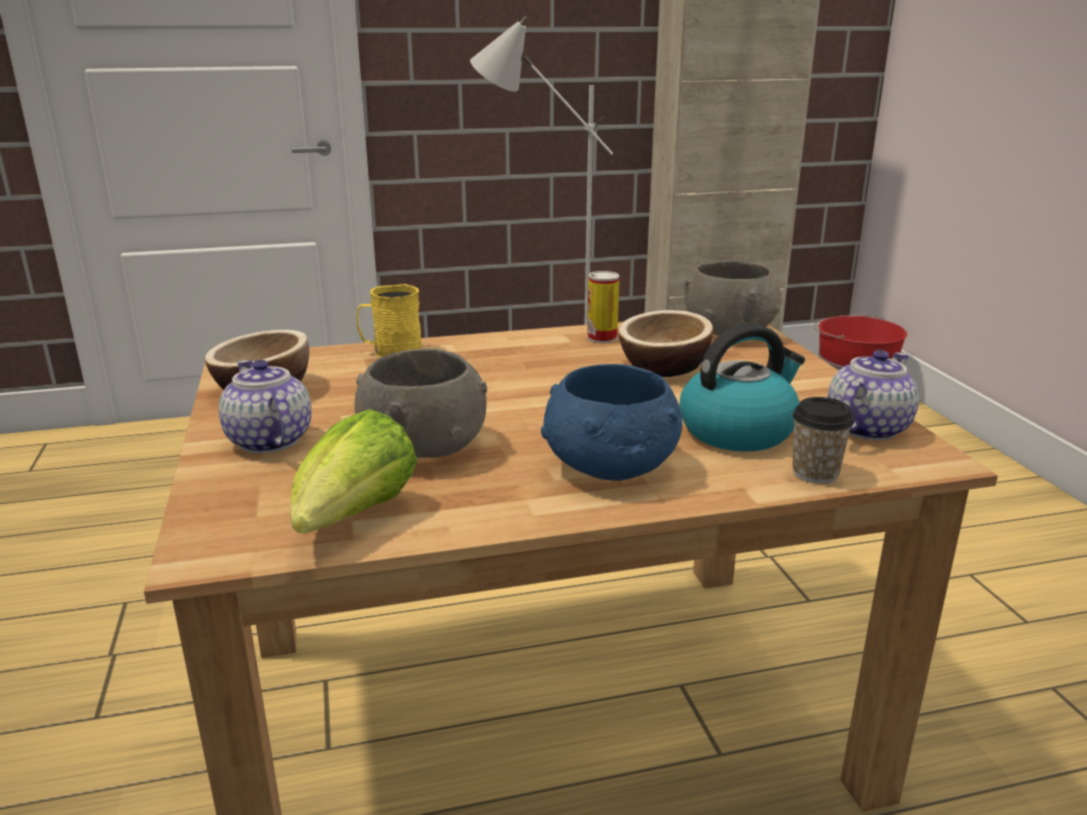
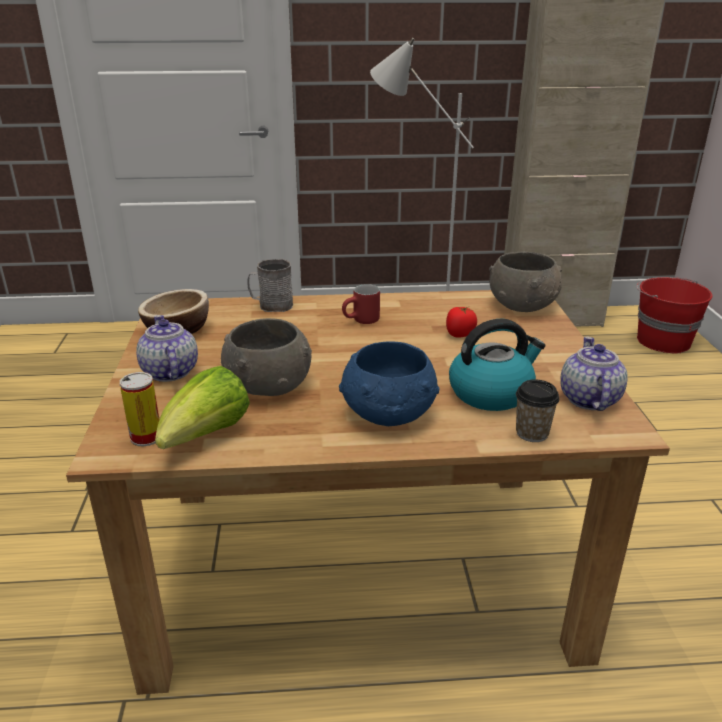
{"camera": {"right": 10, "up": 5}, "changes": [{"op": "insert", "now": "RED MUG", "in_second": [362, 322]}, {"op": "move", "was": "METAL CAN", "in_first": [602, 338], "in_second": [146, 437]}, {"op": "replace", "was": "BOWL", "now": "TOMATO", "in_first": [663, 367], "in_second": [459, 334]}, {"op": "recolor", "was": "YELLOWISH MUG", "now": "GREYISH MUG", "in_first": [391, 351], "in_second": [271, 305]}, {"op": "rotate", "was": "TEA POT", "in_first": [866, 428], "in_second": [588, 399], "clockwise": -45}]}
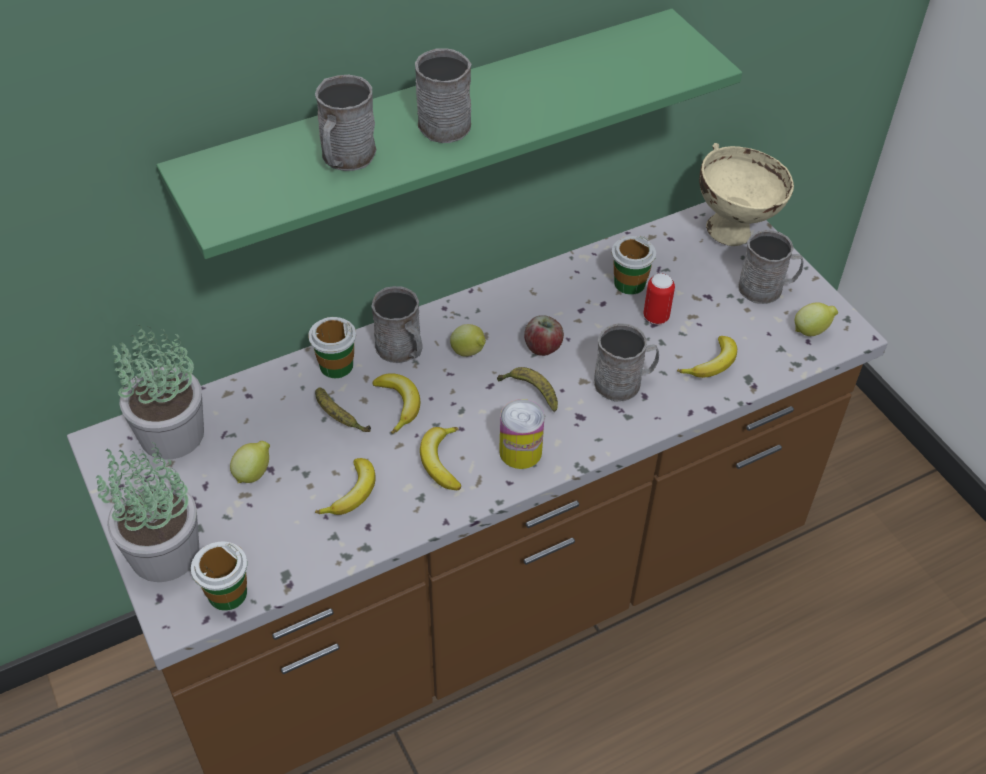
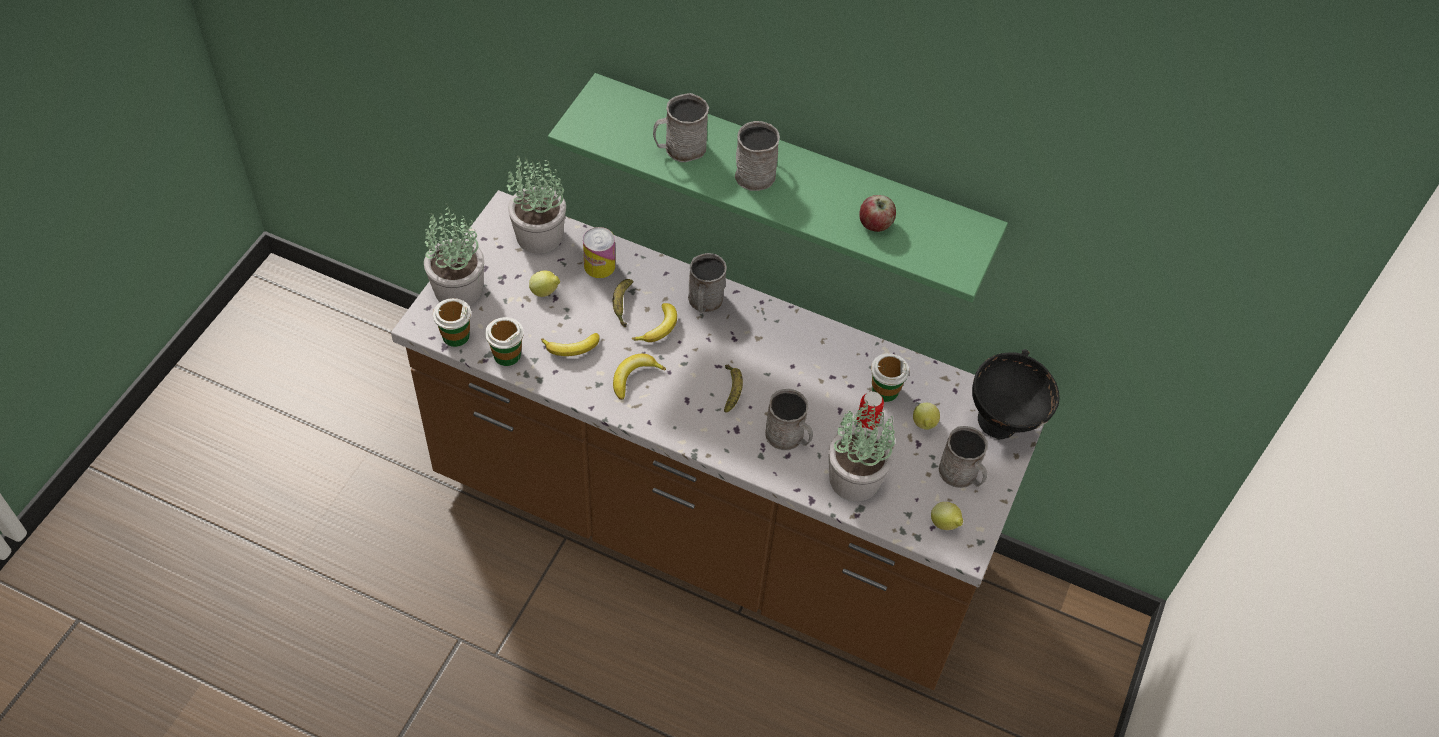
{"camera": {"right": 50, "up": 5}, "changes": [{"op": "move", "was": "DRINKING CUP", "in_first": [336, 365], "in_second": [507, 354]}, {"op": "move", "was": "CITRUS FRUIT", "in_first": [469, 353], "in_second": [924, 425]}, {"op": "move", "was": "METAL CAN", "in_first": [520, 451], "in_second": [599, 266]}, {"op": "move", "was": "APPLE FRUIT", "in_first": [543, 347], "in_second": [875, 224]}, {"op": "replace", "was": "WHOLE BANANA", "now": "POTTED PLANT", "in_first": [712, 364], "in_second": [853, 480]}, {"op": "recolor", "was": "BEIGE BOWL", "now": "BLACKISH BOWL", "in_first": [733, 231], "in_second": [1002, 425]}]}
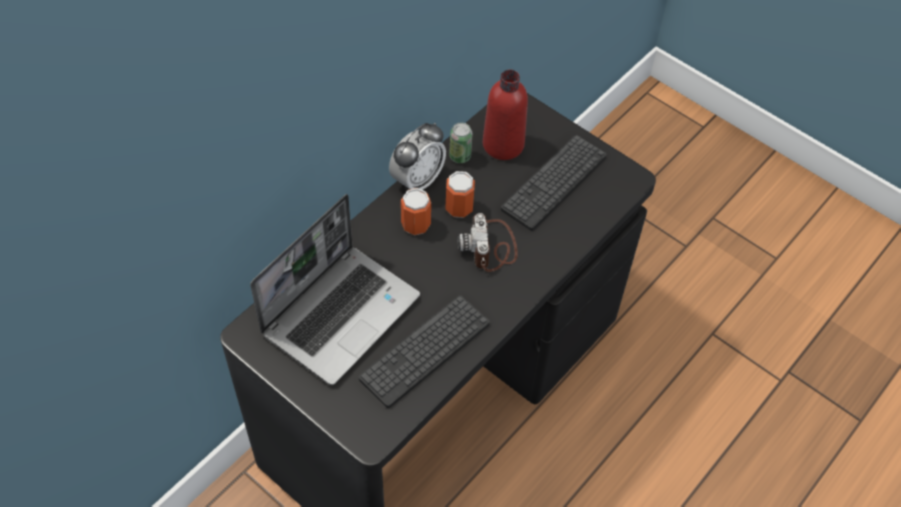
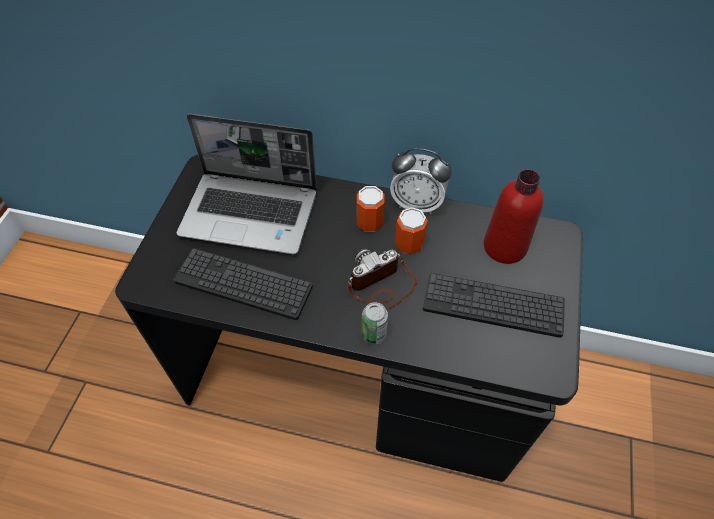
{"camera": {"right": 65, "up": 0}, "changes": [{"op": "move", "was": "METAL CAN", "in_first": [460, 156], "in_second": [373, 334]}]}
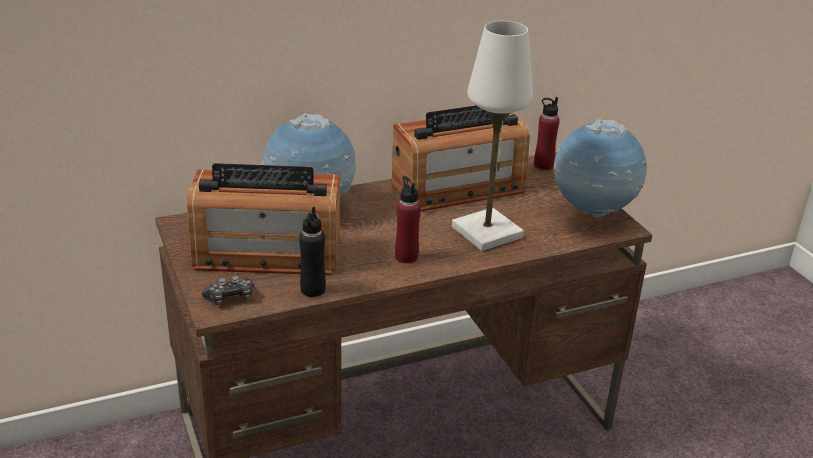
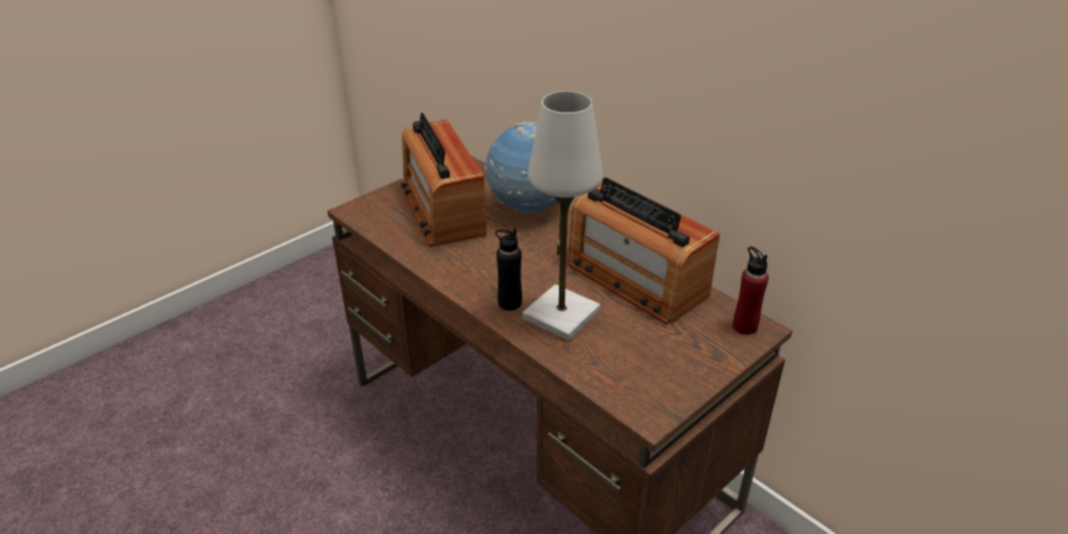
{"camera": {"right": 70, "up": 5}, "changes": [{"op": "delete", "was": "GAMEPAD", "in_first": [230, 298]}, {"op": "delete", "was": "RED BEVERAGE BOTTLE", "in_first": [406, 257]}, {"op": "delete", "was": "DESK GLOBE", "in_first": [592, 212]}, {"op": "move", "was": "BLACKISH BEVERAGE BOTTLE", "in_first": [312, 290], "in_second": [509, 303]}]}
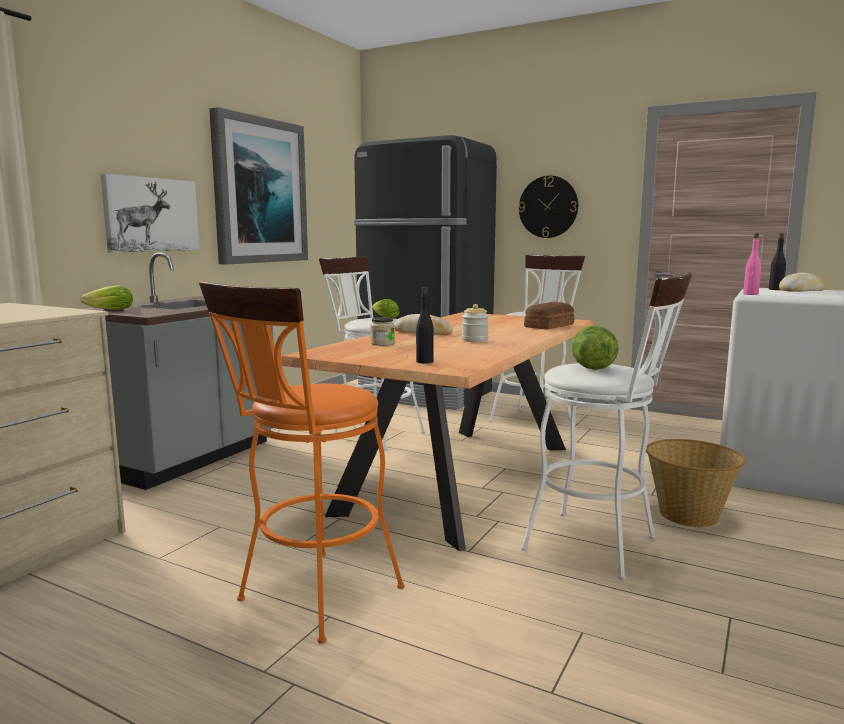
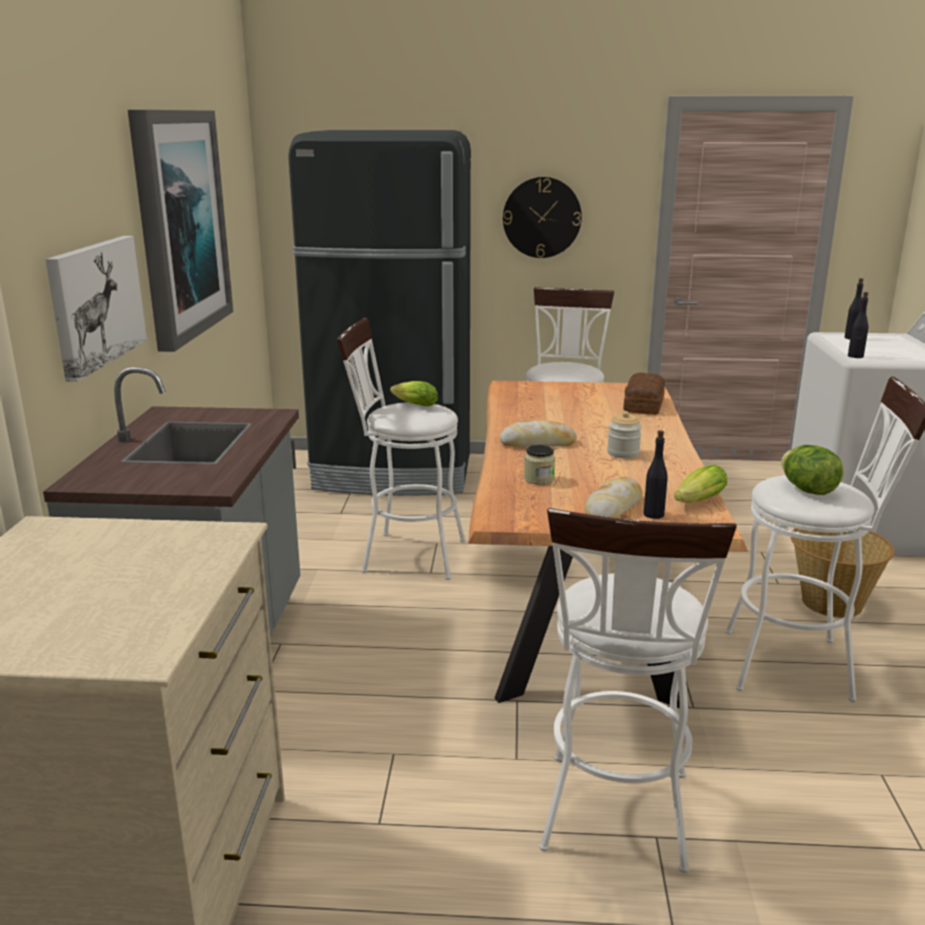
{"camera": {"right": -25, "up": 10}, "changes": [{"op": "move", "was": "LETTUCE HEAD", "in_first": [107, 310], "in_second": [696, 502]}, {"op": "move", "was": "BREAD", "in_first": [801, 291], "in_second": [613, 508]}, {"op": "recolor", "was": "ORANGEY STOOL", "now": "WHITE-COLOURED STOOL", "in_first": [312, 599], "in_second": [616, 821]}, {"op": "recolor", "was": "PINK-COLOURED BEVERAGE BOTTLE", "now": "BLACKISH BEVERAGE BOTTLE", "in_first": [750, 294], "in_second": [855, 356]}]}
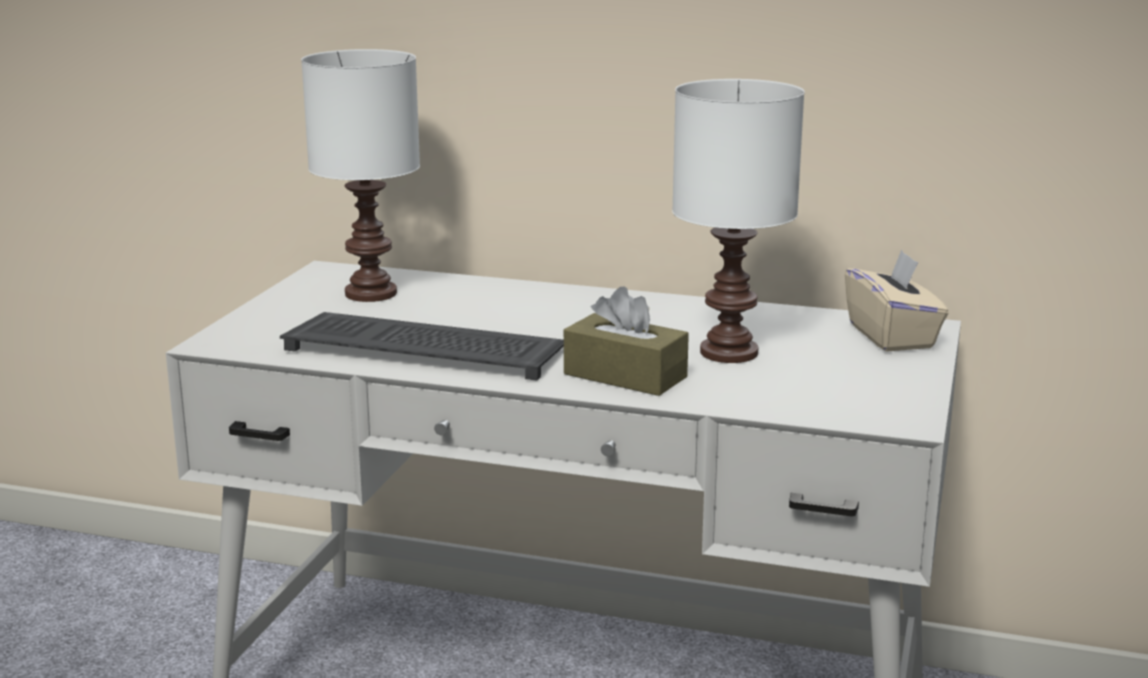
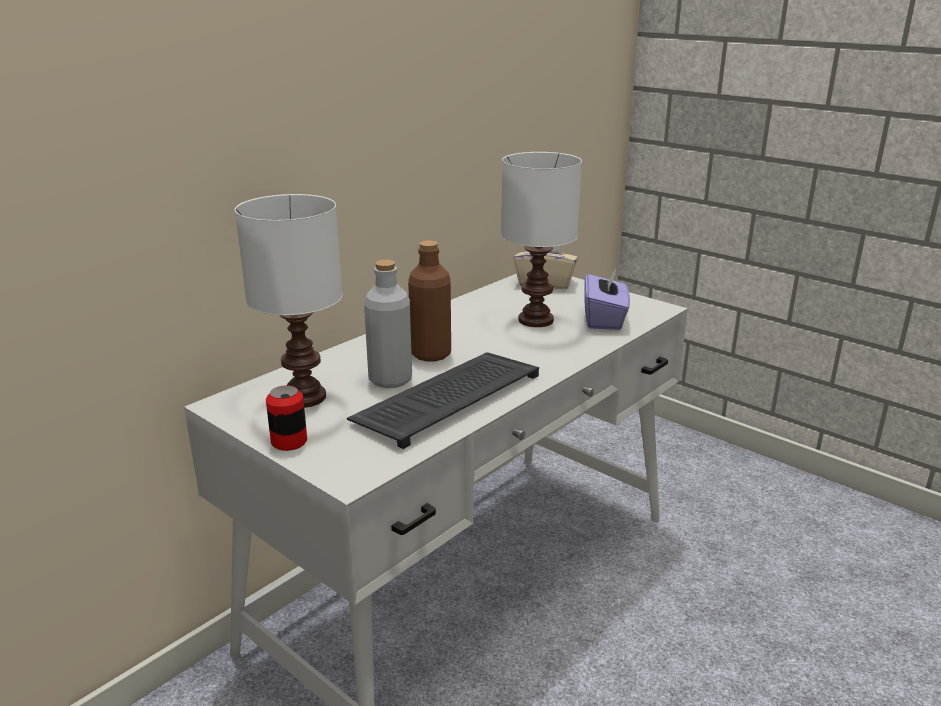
{"camera": {"right": -65, "up": 5}, "changes": [{"op": "delete", "was": "BROWNISH BOX OF TISSUES", "in_first": [625, 376]}, {"op": "insert", "now": "METAL CAN", "in_second": [289, 441]}, {"op": "insert", "now": "GREYISH BEVERAGE BOTTLE", "in_second": [390, 379]}, {"op": "insert", "now": "BROWNISH BEVERAGE BOTTLE", "in_second": [431, 354]}, {"op": "insert", "now": "PURPLE BOX OF TISSUES", "in_second": [604, 319]}]}
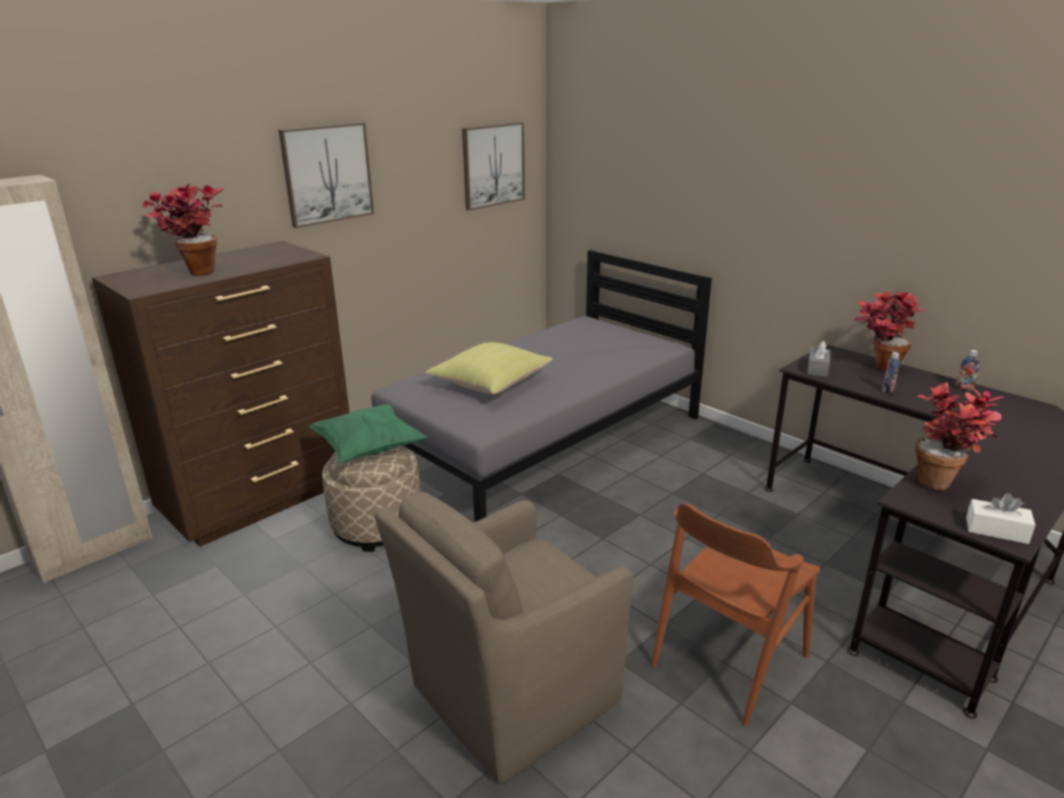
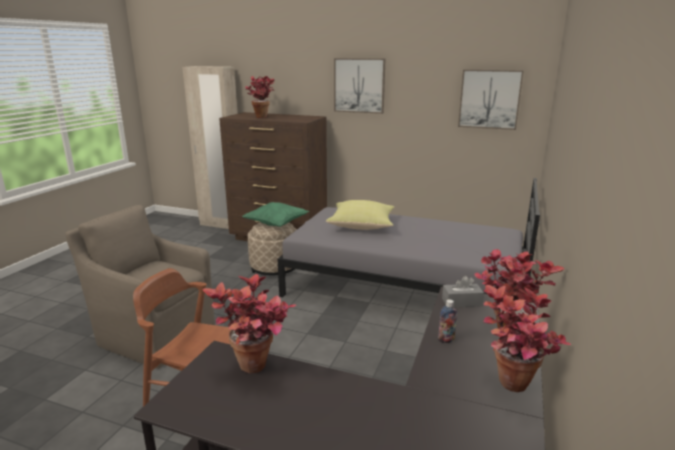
{"camera": {"right": 65, "up": -5}, "changes": [{"op": "delete", "was": "WHITE-COLOURED BOX OF TISSUES", "in_first": [996, 530]}, {"op": "replace", "was": "BEVERAGE BOTTLE", "now": "POTTED PLANT", "in_first": [964, 389], "in_second": [511, 390]}]}
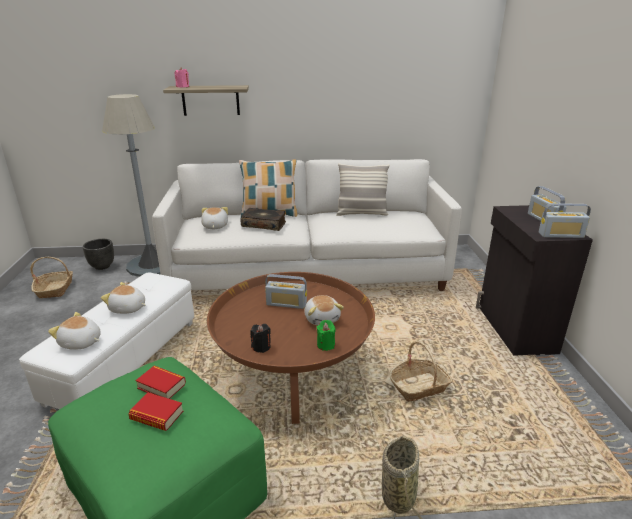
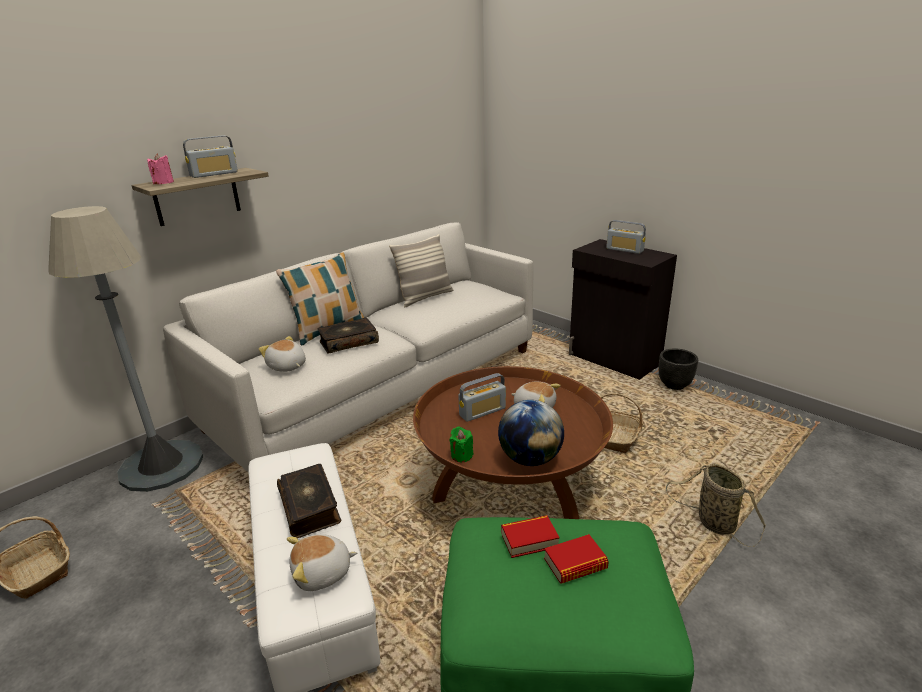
{"camera": {"right": -40, "up": 0}, "changes": [{"op": "move", "was": "BLACKISH PLANTER", "in_first": [102, 266], "in_second": [674, 385]}, {"op": "move", "was": "GREEN-COLOURED WAX CANDLE", "in_first": [326, 345], "in_second": [461, 455]}, {"op": "move", "was": "RADIO", "in_first": [561, 235], "in_second": [214, 174]}, {"op": "replace", "was": "SOFT TOY", "now": "BOOK", "in_first": [128, 309], "in_second": [310, 507]}, {"op": "replace", "was": "BLACKISH WAX CANDLE", "now": "DESK GLOBE", "in_first": [261, 347], "in_second": [530, 459]}]}
